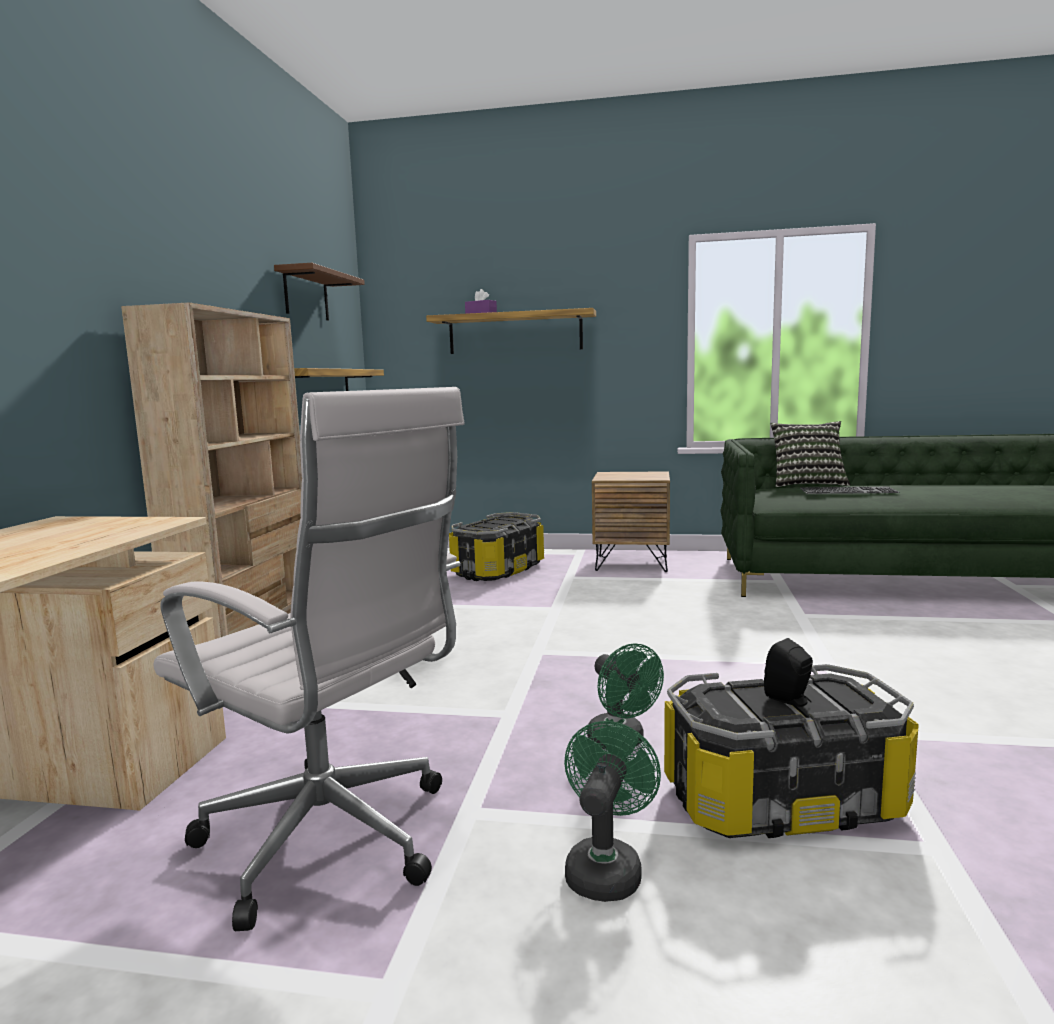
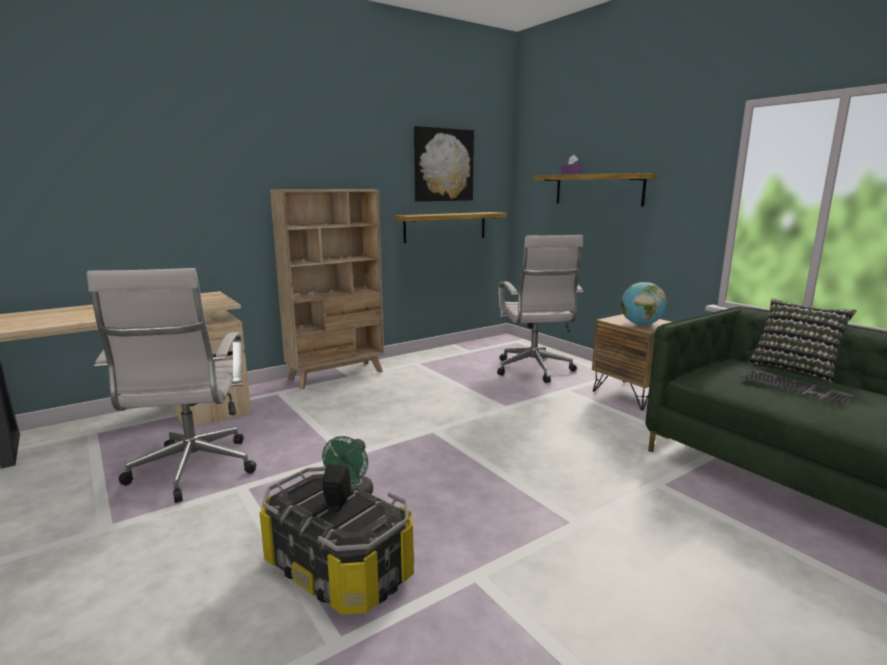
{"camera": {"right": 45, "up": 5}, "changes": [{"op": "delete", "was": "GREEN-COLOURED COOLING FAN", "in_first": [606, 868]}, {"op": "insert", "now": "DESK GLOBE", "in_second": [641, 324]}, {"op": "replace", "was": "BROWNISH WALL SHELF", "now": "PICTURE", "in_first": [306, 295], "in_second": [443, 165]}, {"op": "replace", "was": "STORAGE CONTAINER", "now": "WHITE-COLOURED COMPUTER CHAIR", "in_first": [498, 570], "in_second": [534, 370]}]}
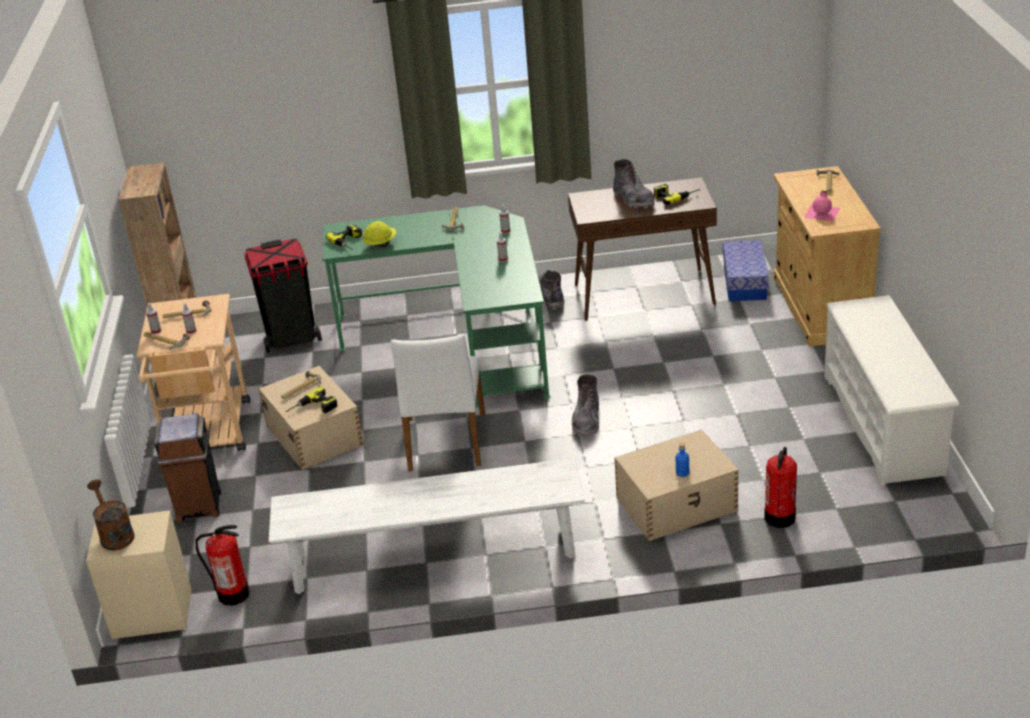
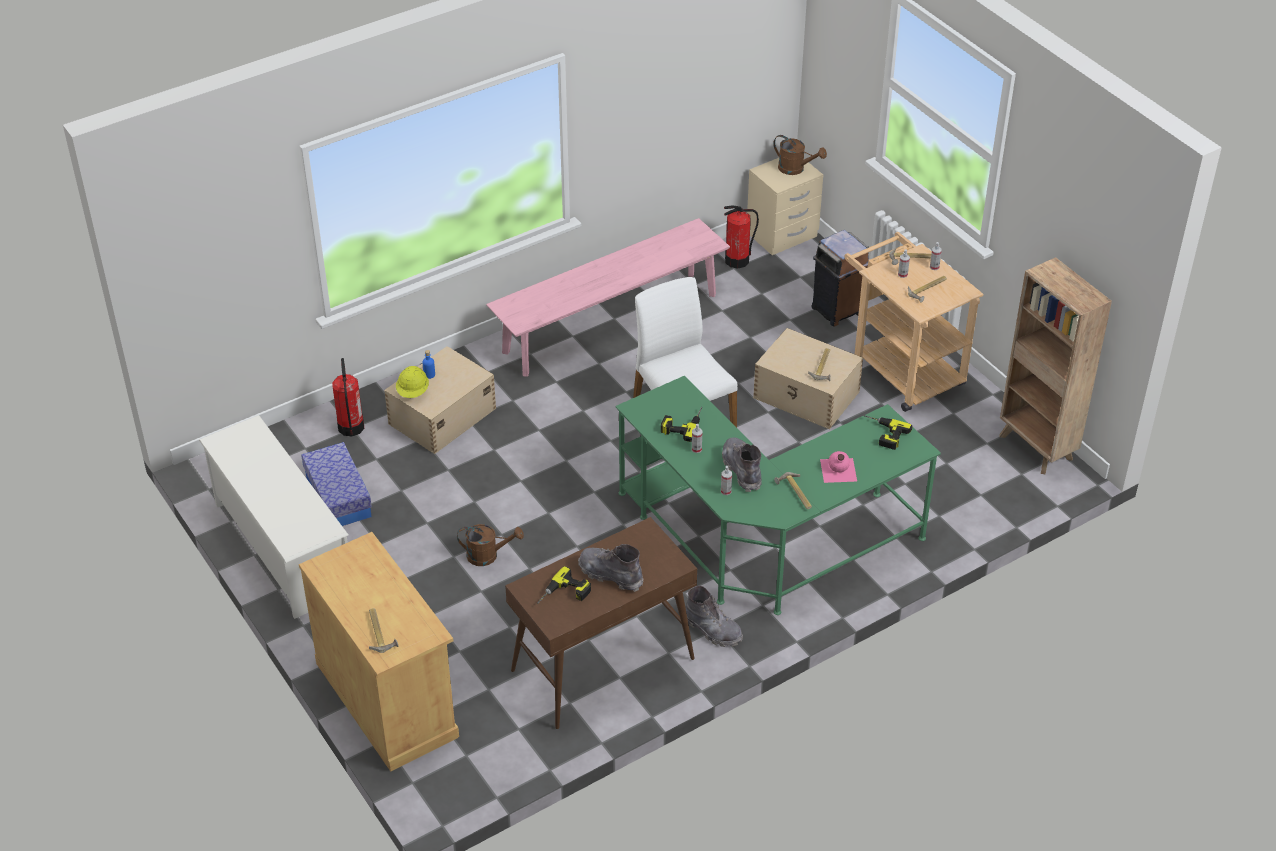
{"camera": {"right": 150, "up": 10}, "changes": [{"op": "delete", "was": "BLACKISH WASTE BIN", "in_first": [291, 338]}, {"op": "insert", "now": "BROWNISH SPRINKLING CAN", "in_second": [488, 555]}, {"op": "move", "was": "DRILL", "in_first": [313, 408], "in_second": [682, 424]}, {"op": "move", "was": "YELLOWISH HARD HAT", "in_first": [380, 244], "in_second": [413, 392]}, {"op": "move", "was": "GREYISH BOOT", "in_first": [586, 420], "in_second": [742, 469]}, {"op": "move", "was": "STORAGE CONTAINER", "in_first": [745, 282], "in_second": [338, 497]}, {"op": "move", "was": "PINK-COLOURED BEVERAGE BOTTLE", "in_first": [822, 212], "in_second": [838, 470]}, {"op": "recolor", "was": "WHITE-COLOURED INDOOR BENCH", "now": "PINK-COLOURED INDOOR BENCH", "in_first": [434, 557], "in_second": [610, 323]}]}
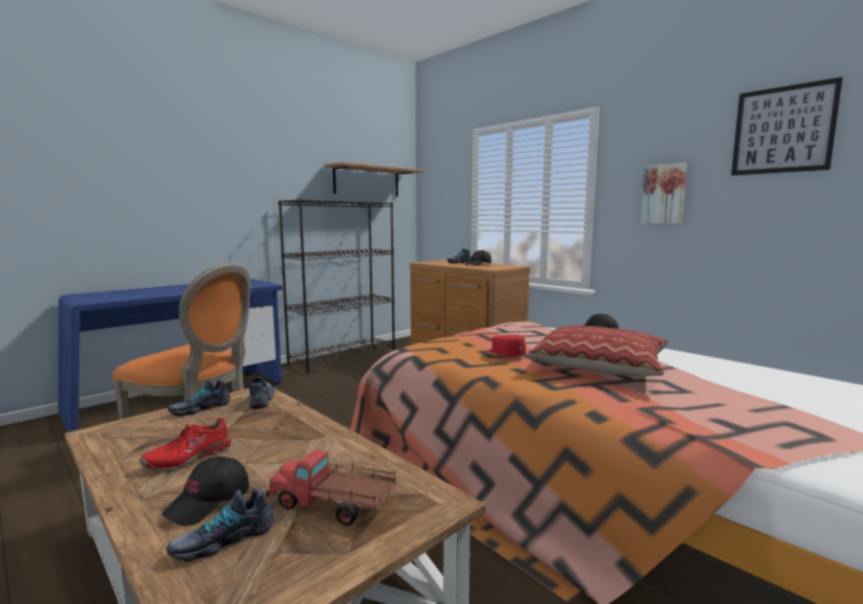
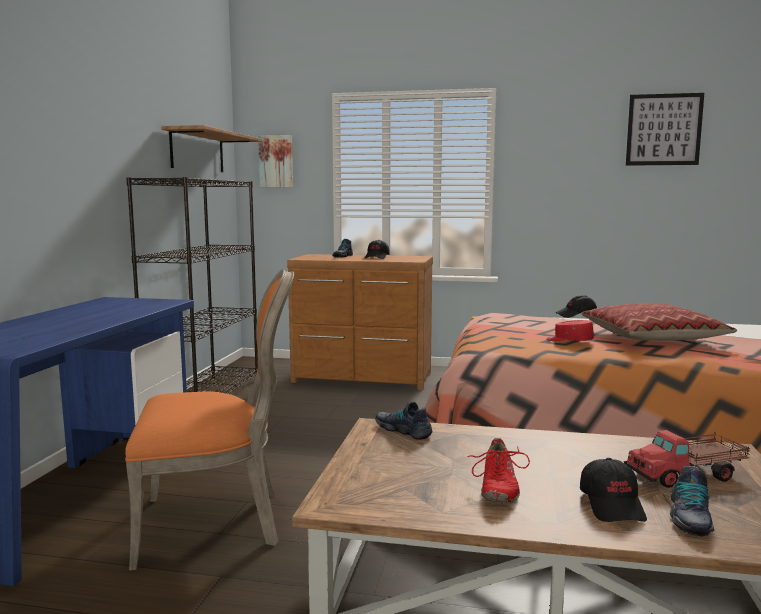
{"camera": {"right": -35, "up": 0}, "changes": [{"op": "delete", "was": "LOW SHOE", "in_first": [200, 408]}, {"op": "move", "was": "PICTURE", "in_first": [664, 194], "in_second": [276, 161]}]}
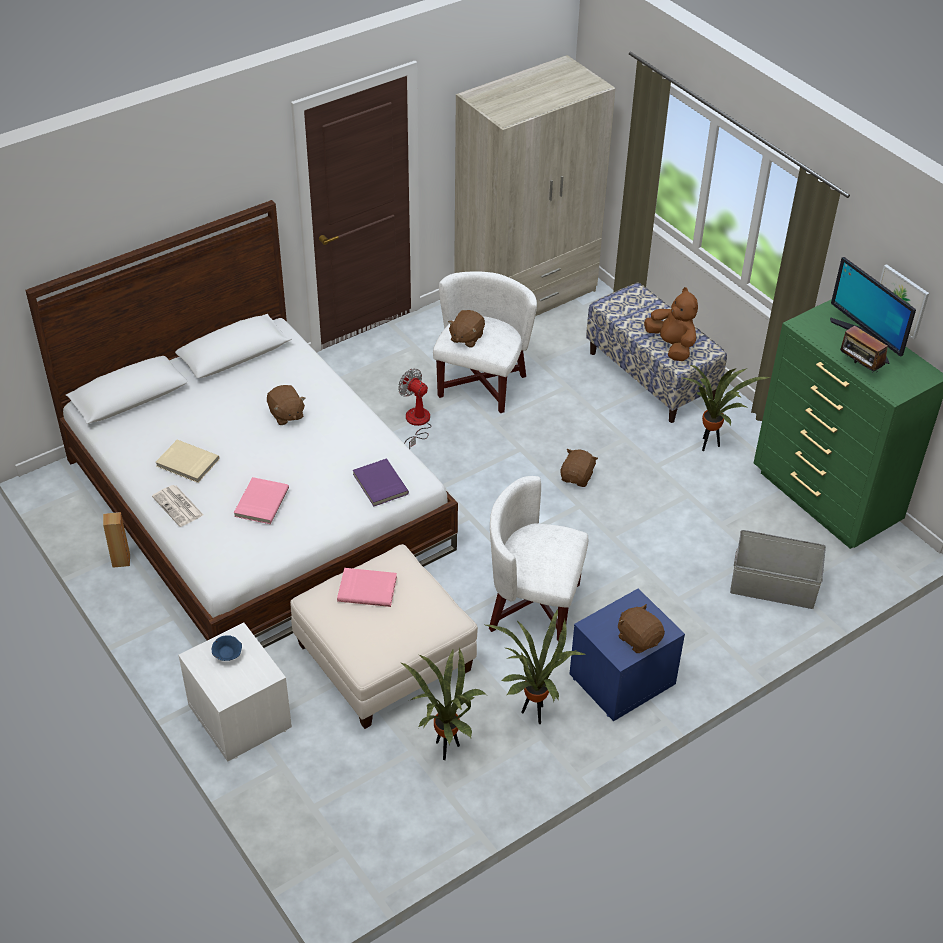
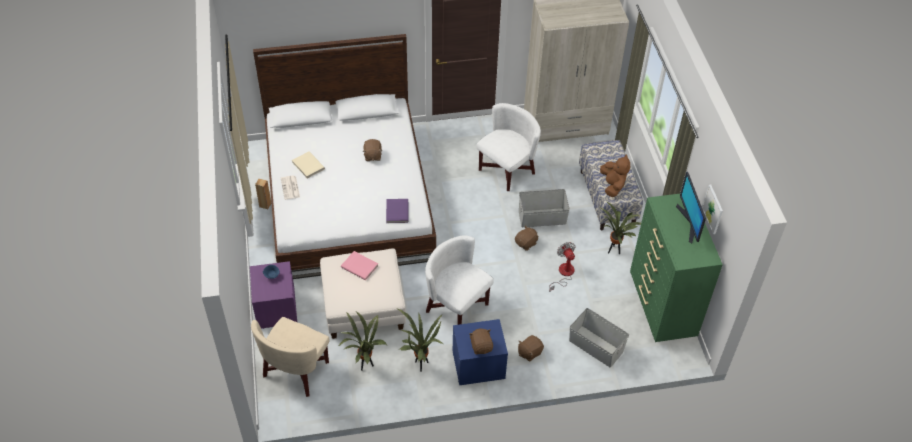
{"camera": {"right": 25, "up": 5}, "changes": [{"op": "delete", "was": "PINK-COLOURED BOOK", "in_first": [260, 502]}, {"op": "delete", "was": "RADIO", "in_first": [859, 368]}, {"op": "insert", "now": "BEIGE ARMCHAIR", "in_second": [296, 370]}, {"op": "insert", "now": "GREYISH STORAGE CONTAINER", "in_second": [542, 218]}, {"op": "move", "was": "COOLING FAN", "in_first": [416, 423], "in_second": [563, 274]}, {"op": "move", "was": "BROWNISH SOFT TOY", "in_first": [466, 338], "in_second": [529, 352]}, {"op": "recolor", "was": "WHITE-COLOURED BEDSIDE TABLE", "now": "PURPLE BEDSIDE TABLE", "in_first": [238, 716], "in_second": [275, 308]}]}
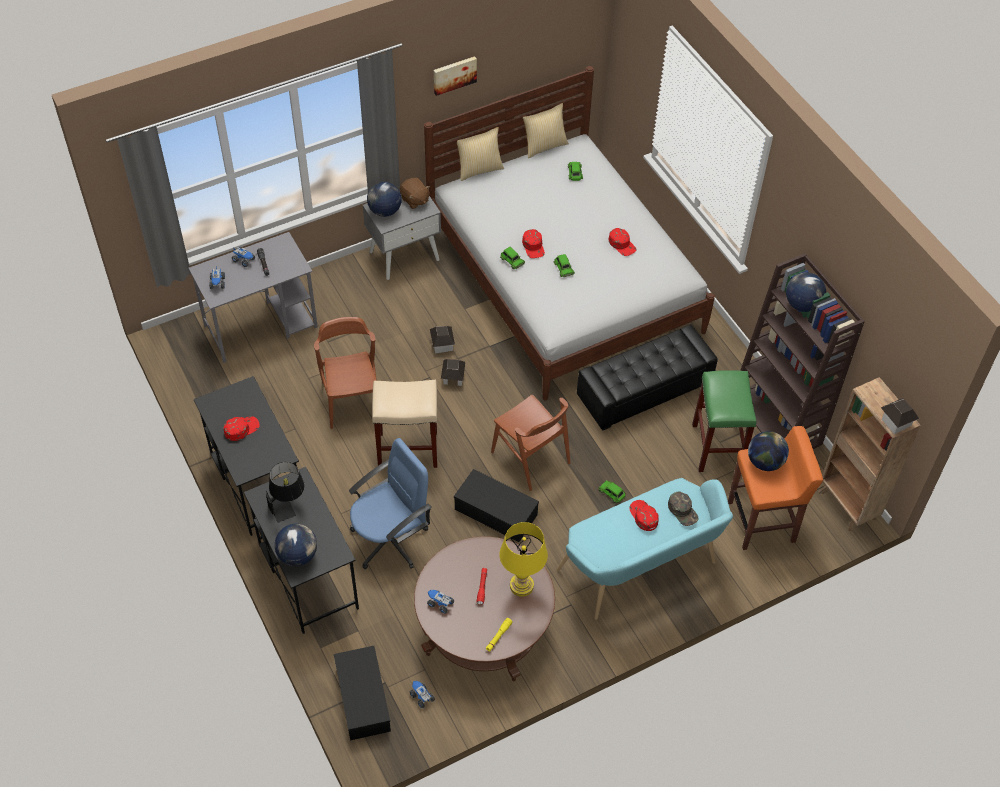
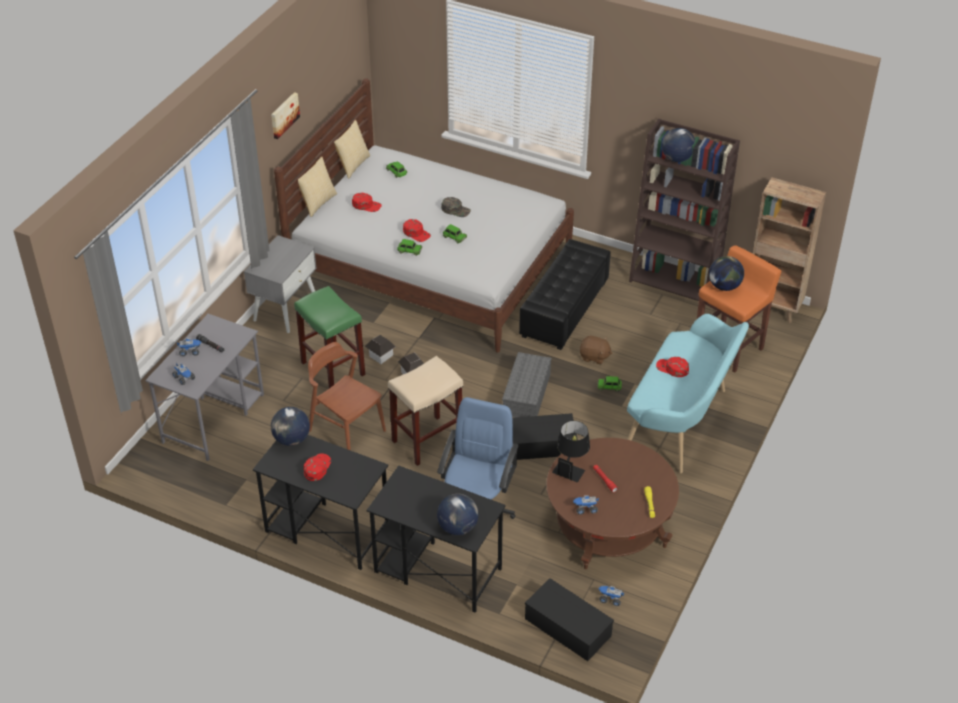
{"camera": {"right": -35, "up": -10}, "changes": [{"op": "delete", "was": "YELLOWISH TABLE LAMP", "in_first": [521, 586]}, {"op": "delete", "was": "TOY HOUSE", "in_first": [896, 422]}, {"op": "move", "was": "BLACKISH TABLE LAMP", "in_first": [287, 504], "in_second": [571, 467]}, {"op": "move", "was": "DESK GLOBE", "in_first": [384, 211], "in_second": [291, 439]}, {"op": "move", "was": "BROWNISH SOFT TOY", "in_first": [414, 200], "in_second": [594, 357]}, {"op": "move", "was": "RED CAP", "in_first": [622, 244], "in_second": [366, 205]}, {"op": "move", "was": "GREEN-COLOURED CAP", "in_first": [683, 510], "in_second": [456, 210]}, {"op": "move", "was": "GREEN-COLOURED STOOL", "in_first": [716, 446], "in_second": [332, 368]}, {"op": "replace", "was": "BROWNISH CHAIR", "now": "GREYISH STORAGE CONTAINER", "in_first": [531, 457], "in_second": [527, 395]}]}
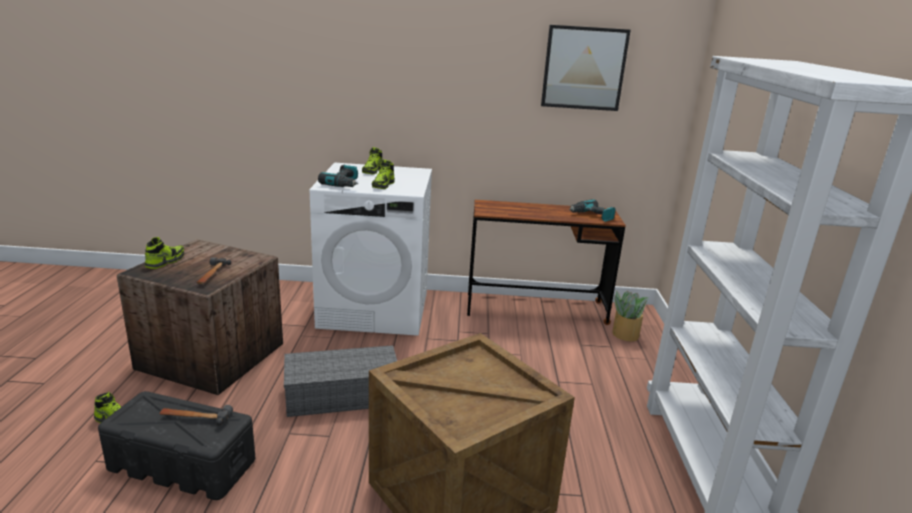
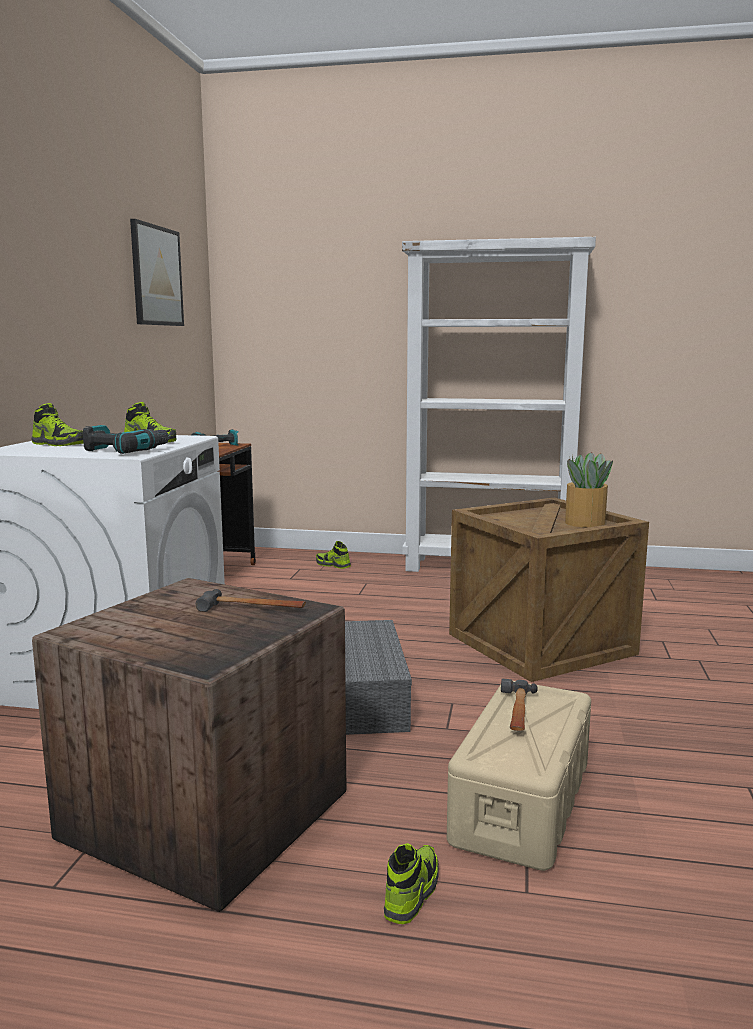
{"camera": {"right": -80, "up": -10}, "changes": [{"op": "move", "was": "LOW SHOE", "in_first": [165, 261], "in_second": [333, 565]}, {"op": "move", "was": "POTTED PLANT", "in_first": [624, 334], "in_second": [584, 522]}, {"op": "recolor", "was": "BLACKISH STORAGE CONTAINER", "now": "BEIGE STORAGE CONTAINER", "in_first": [183, 465], "in_second": [522, 801]}]}
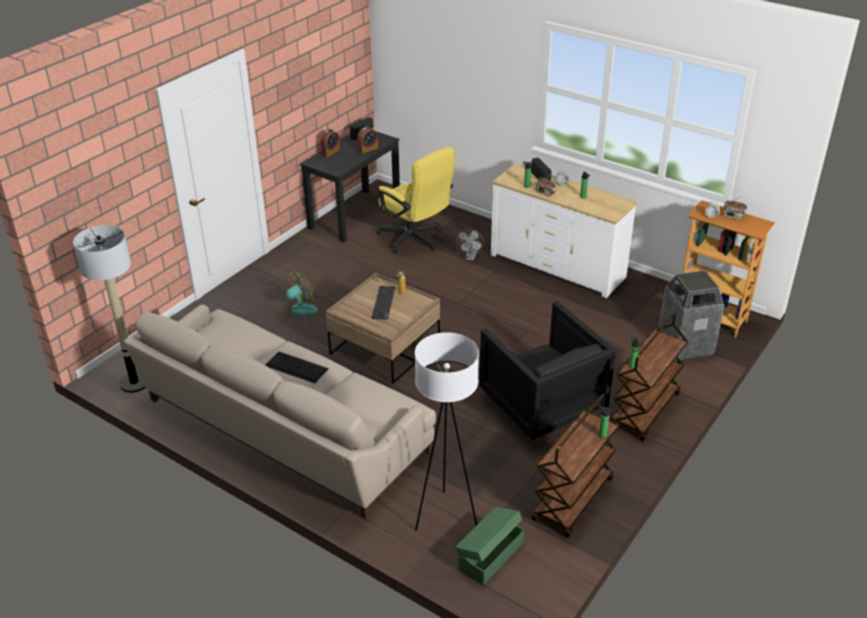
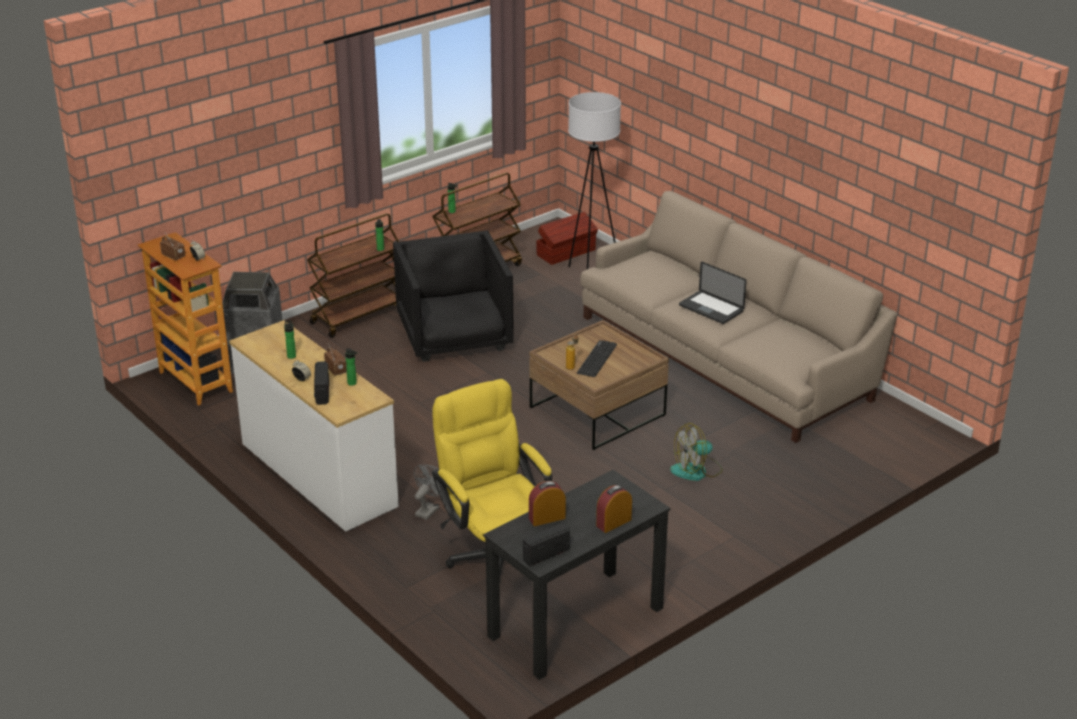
{"camera": {"right": -165, "up": -5}, "changes": [{"op": "delete", "was": "STANDARD LAMP", "in_first": [134, 383]}, {"op": "replace", "was": "COMPUTER KEYBOARD", "now": "NOTEBOOK COMPUTER", "in_first": [295, 367], "in_second": [711, 308]}, {"op": "recolor", "was": "GREEN-COLOURED STORAGE CONTAINER", "now": "BROWNISH STORAGE CONTAINER", "in_first": [489, 556], "in_second": [567, 252]}]}
